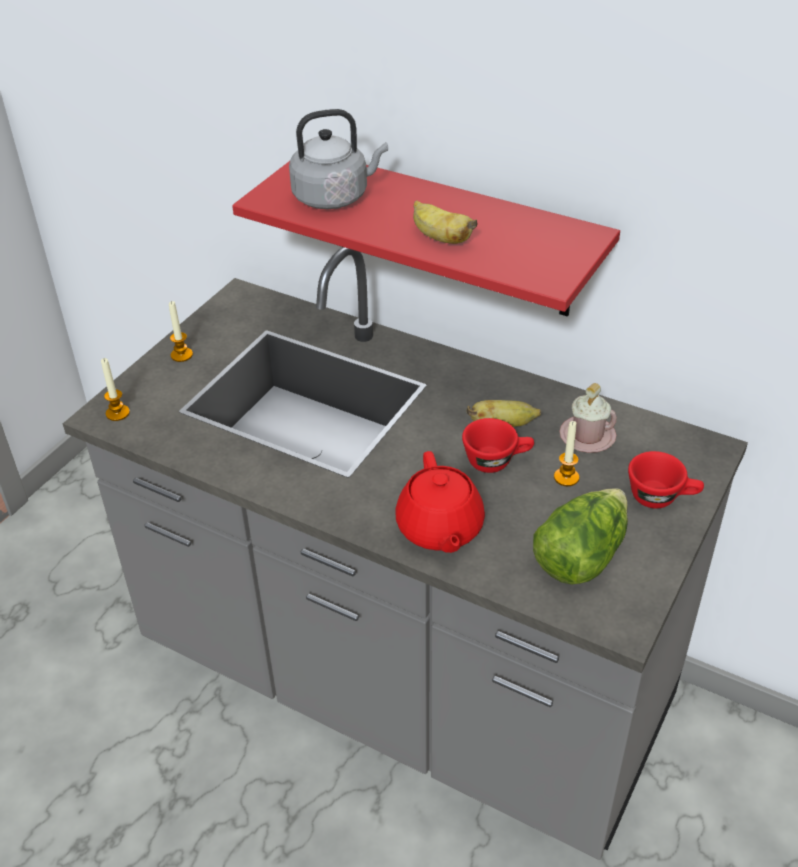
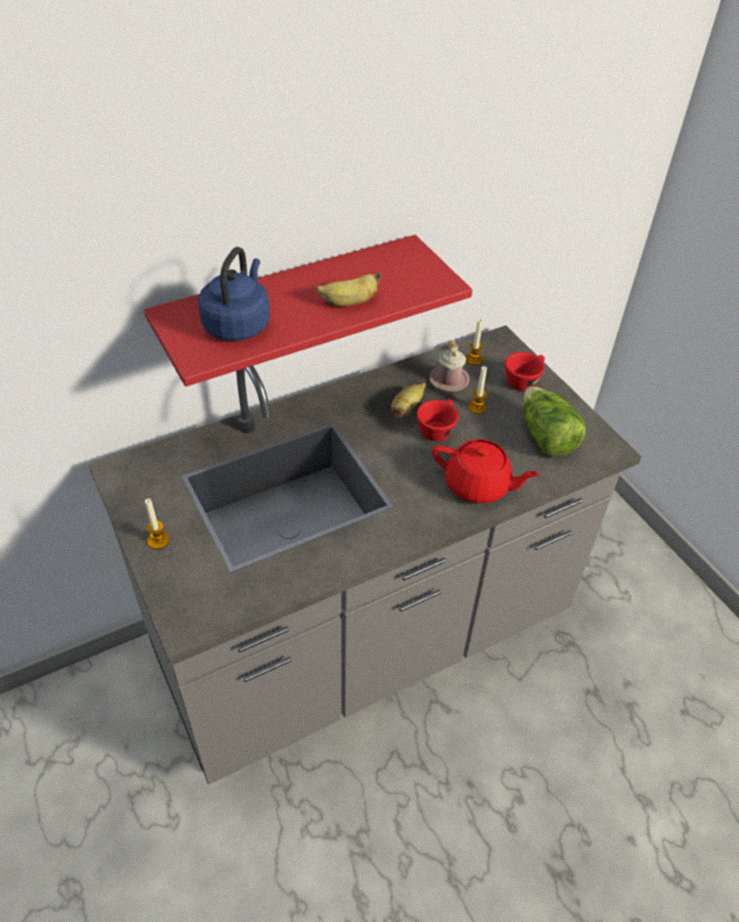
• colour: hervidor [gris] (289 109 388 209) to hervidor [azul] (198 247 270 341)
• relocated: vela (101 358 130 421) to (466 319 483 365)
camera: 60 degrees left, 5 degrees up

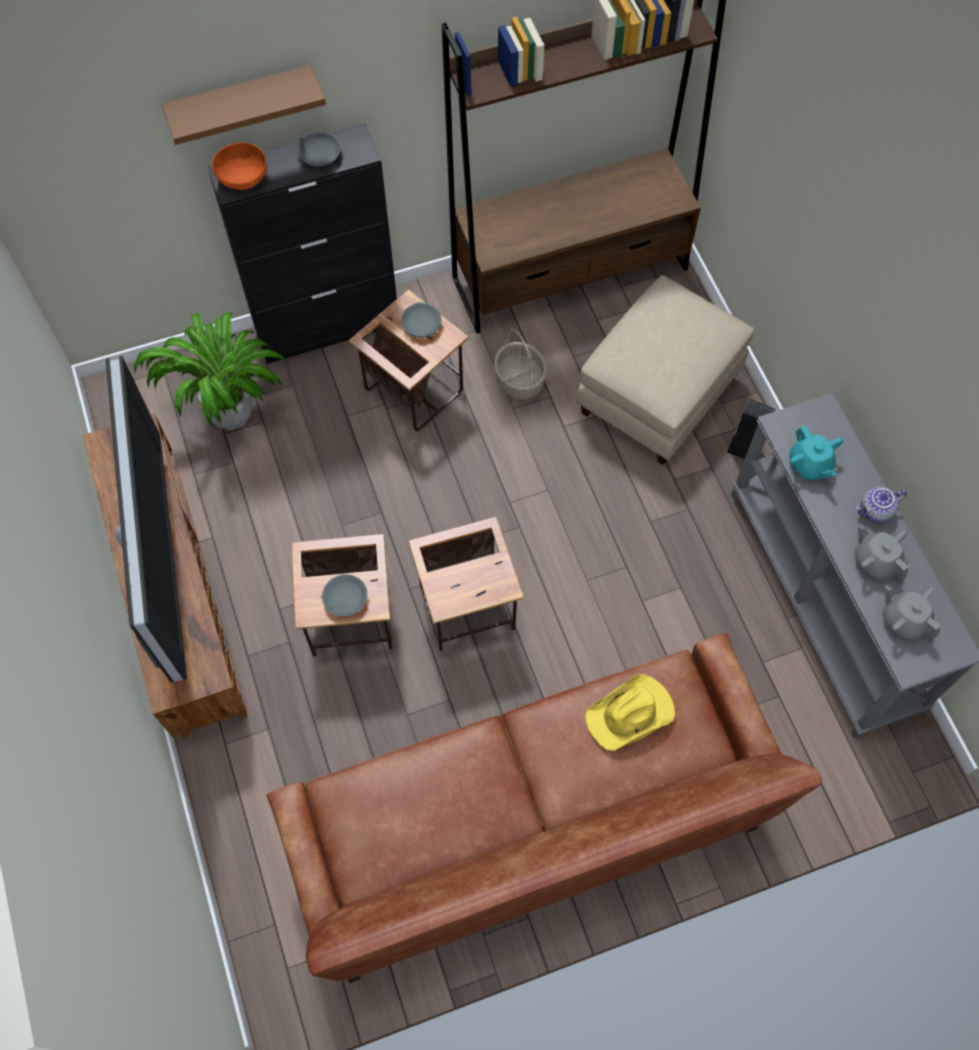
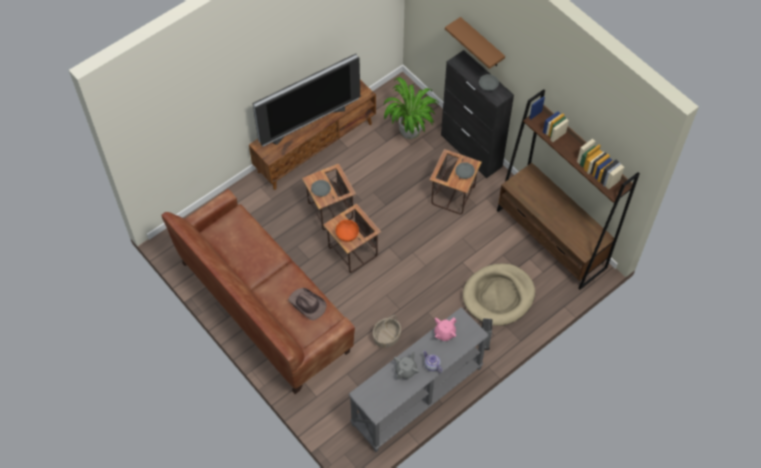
• colour: sombrero [amarillo] (585 674 675 751) to sombrero [marrón] (288 288 327 320)
• relocated: cuenco [naranja] (212 143 267 190) to (335 220 359 242)
• relocated: cesta (494 328 547 400) to (373 315 401 348)
• colour: tetera [turquesa] (789 426 843 480) to tetera [rosa] (434 317 456 341)
• exchanged: puf [beis] (576 275 754 465) to cama para perro [beis] (463 263 535 326)
• missing: tetera [gris] (883 585 941 640)
camera: 70 degrees right, 5 degrees down

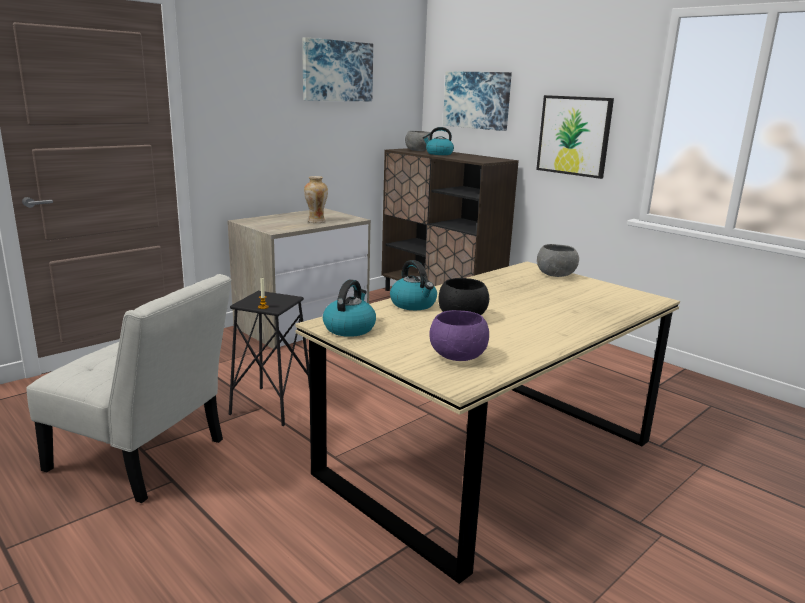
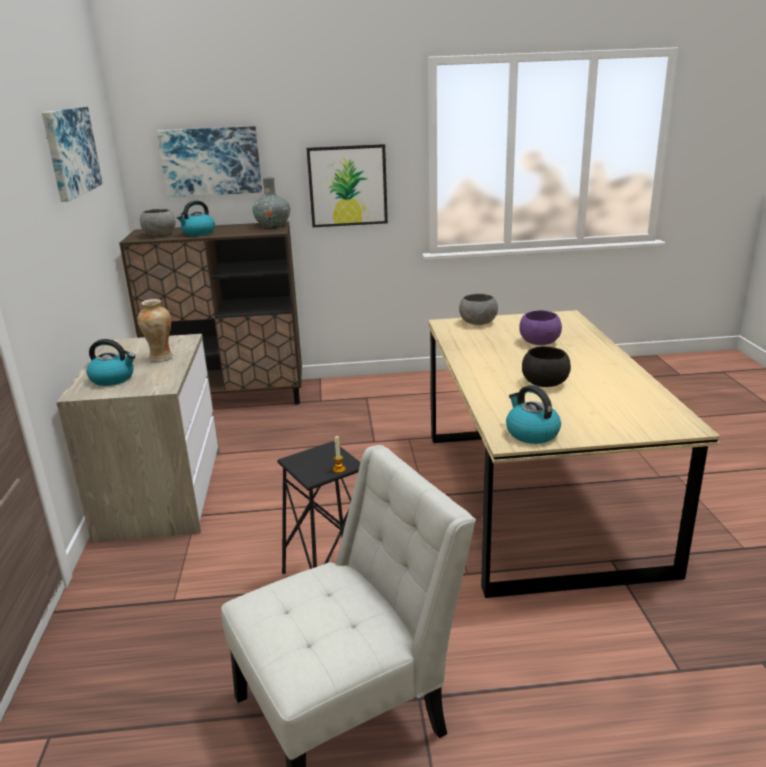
• relocated: hervidor (390 260 437 310) to (87 339 136 386)
• appeared: florero [gris] (252 177 290 228)
• relocated: cuenco [morado] (430 310 489 361) to (519 310 562 345)
camera: 50 degrees left, 5 degrees up

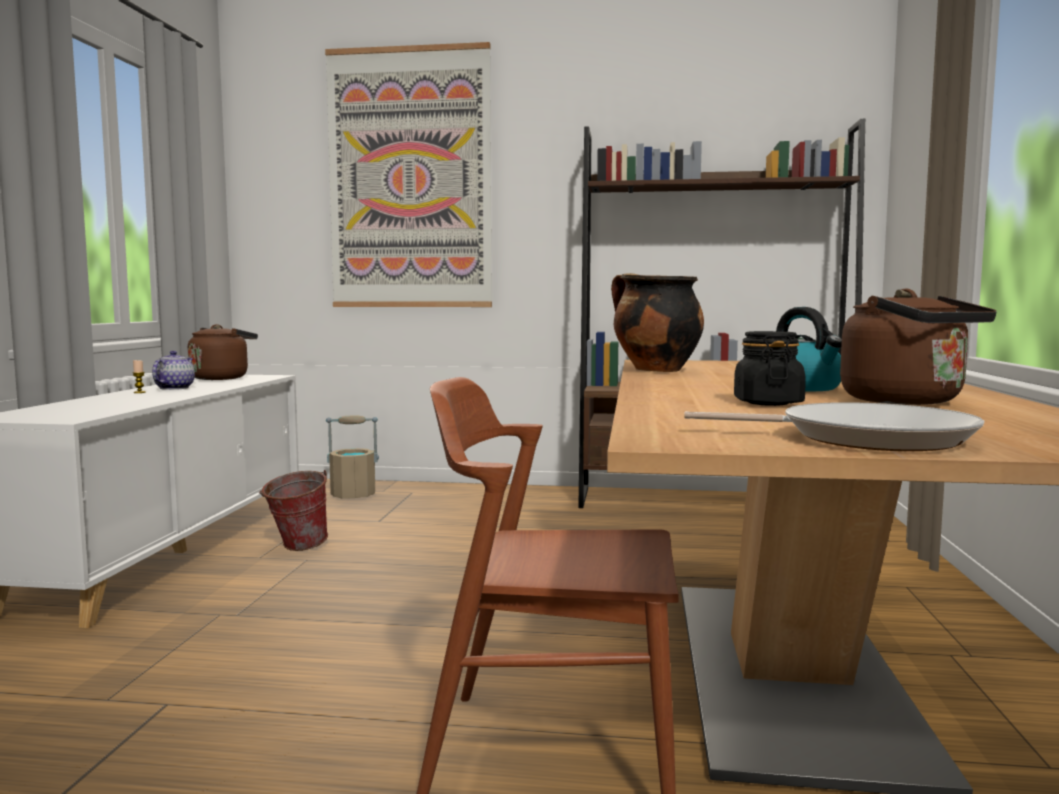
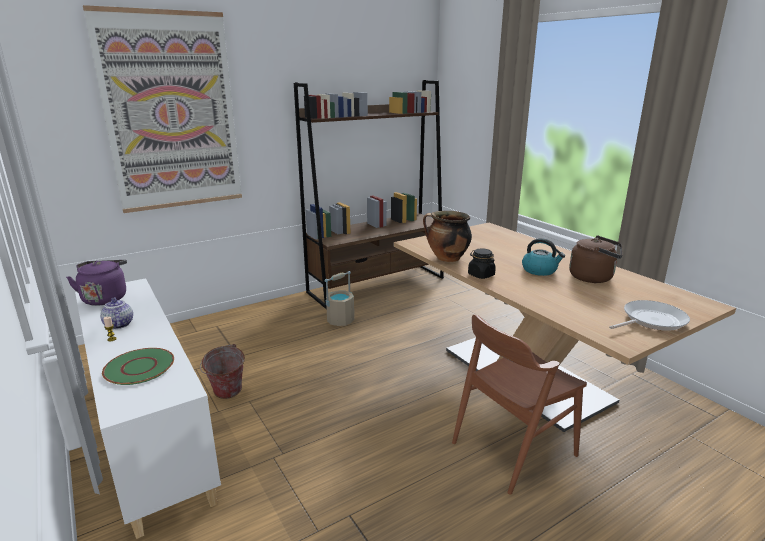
• colour: hervidor [marrón] (188 324 258 380) to hervidor [morado] (66 260 127 306)
• appeared: plato [verde] (102 348 174 385)
• relocated: cubo [beis] (326 416 379 499) to (325 271 354 326)
• relocated: tarro [negro] (734 331 806 406) to (468 248 496 279)
camera: 40 degrees left, 15 degrees up

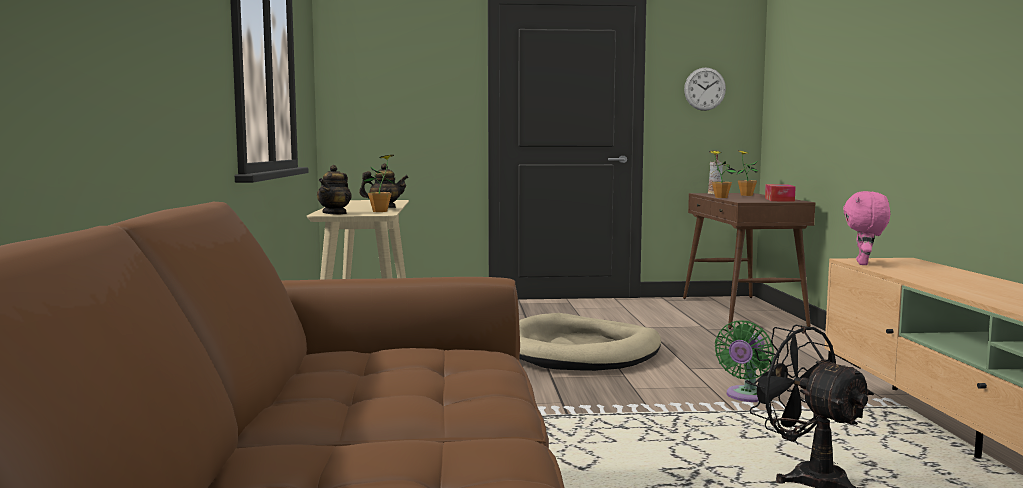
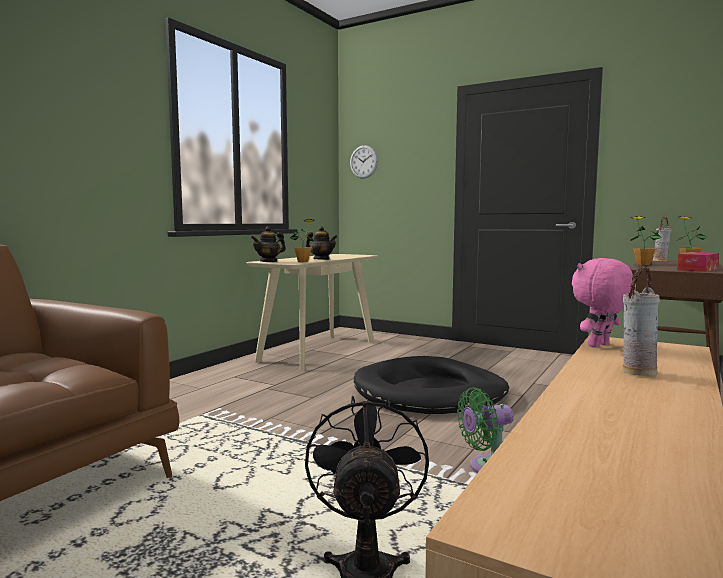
• relocated: reloj de pared (684 68 726 111) to (350 145 378 178)
• colour: cama para perro [beis] (519 313 661 371) to cama para perro [negro] (354 356 509 414)
• appeared: florero (622 266 660 376)
camera: 35 degrees right, 0 degrees up

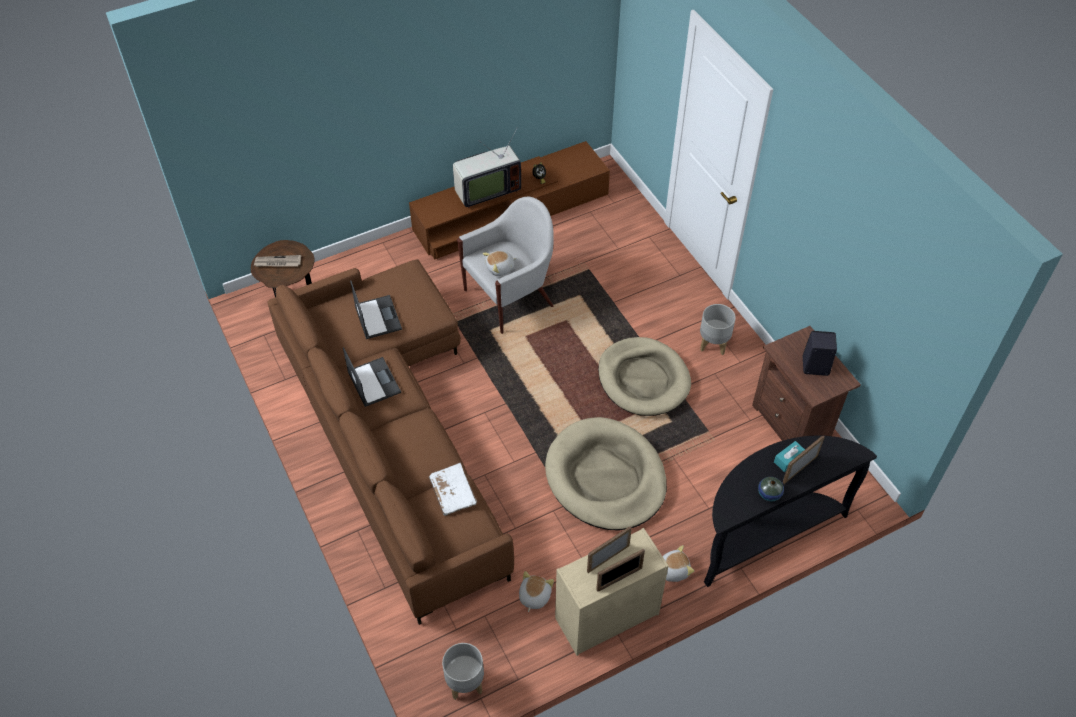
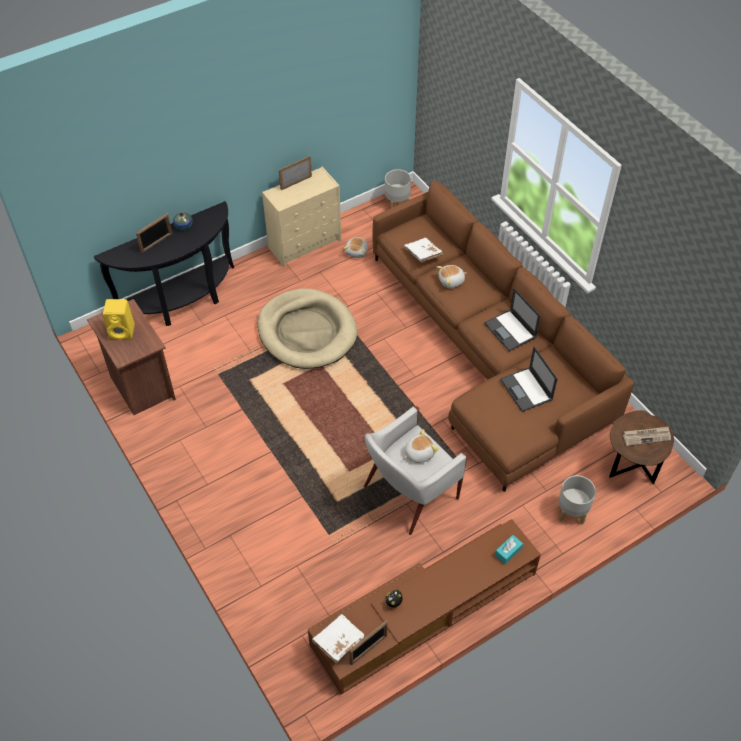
• colour: altavoz [negro] (803 331 837 376) to altavoz [amarillo] (103 299 135 340)
• appeared: libro [blanco] (312 614 365 664)
• relocated: portarretratos (587 526 632 573) to (349 620 388 665)
• relocated: peluche (663 545 694 582) to (437 265 466 288)
• relocated: caja de pañuelos [turquesa] (774 441 805 472) to (495 535 523 564)
• relocated: maceta [gris] (700 304 736 355) to (558 475 596 524)
• missing: televisor (453 127 521 208)
• missing: cama para perro [beis] (598 337 691 416)
camera: 175 degrees right, 0 degrees up

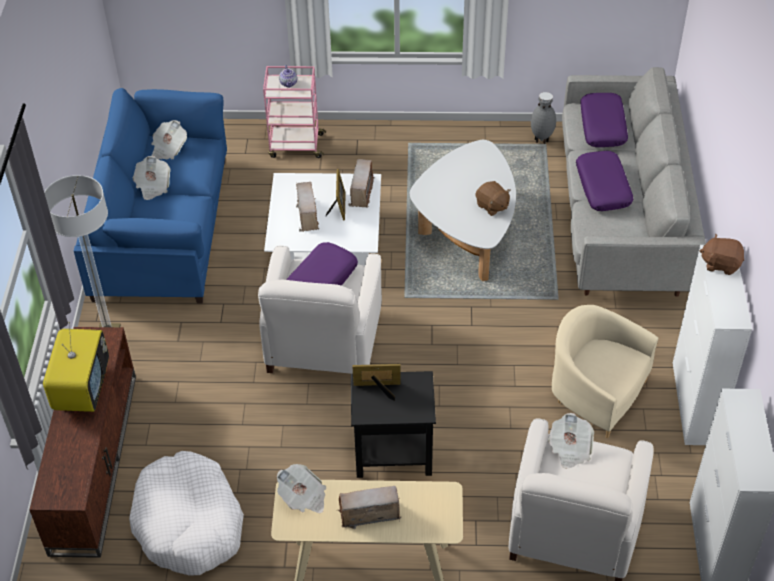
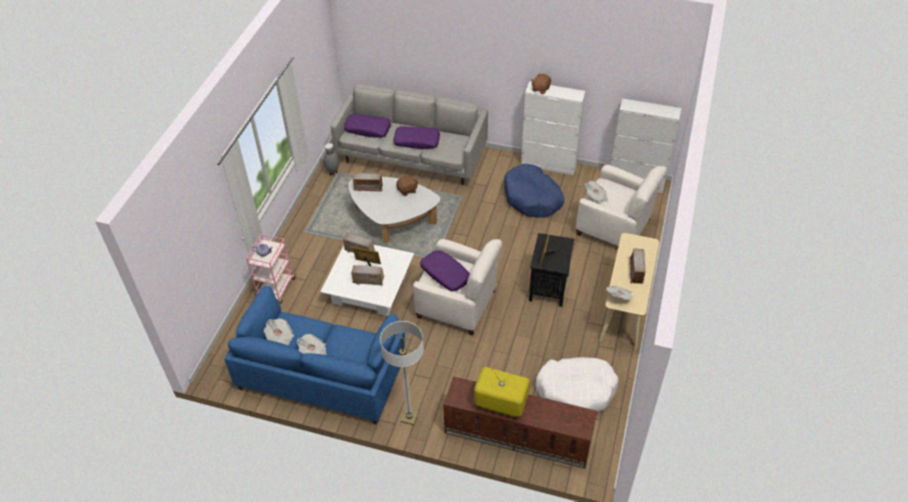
• appeared: radio (352 173 383 191)
• exchanged: sillón [beis] (552 305 658 438) to cama para perro [azul] (504 164 564 218)
camera: 75 degrees left, 0 degrees up

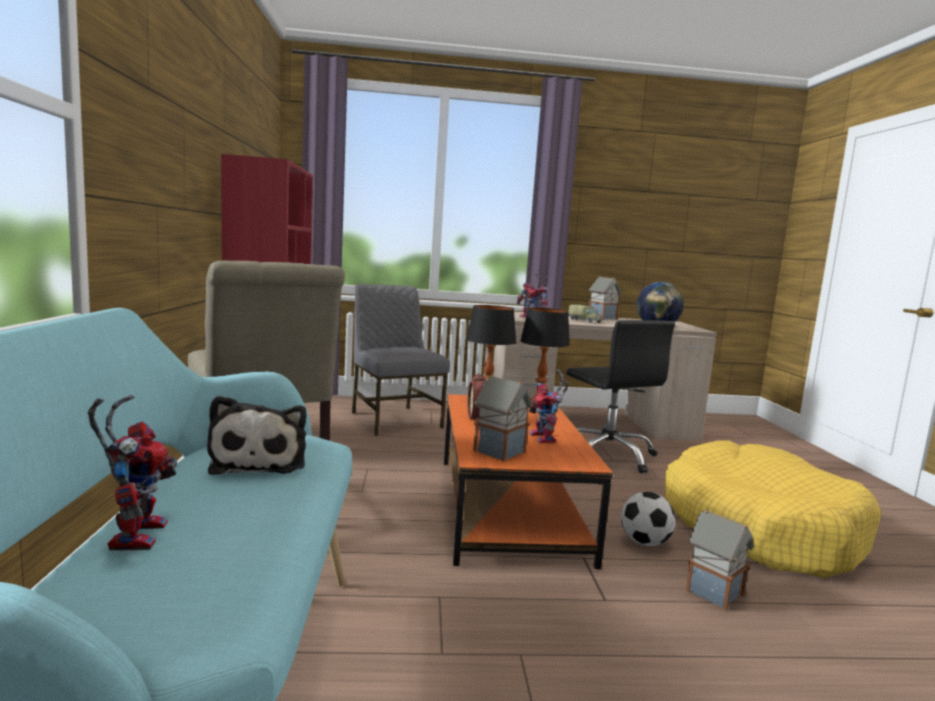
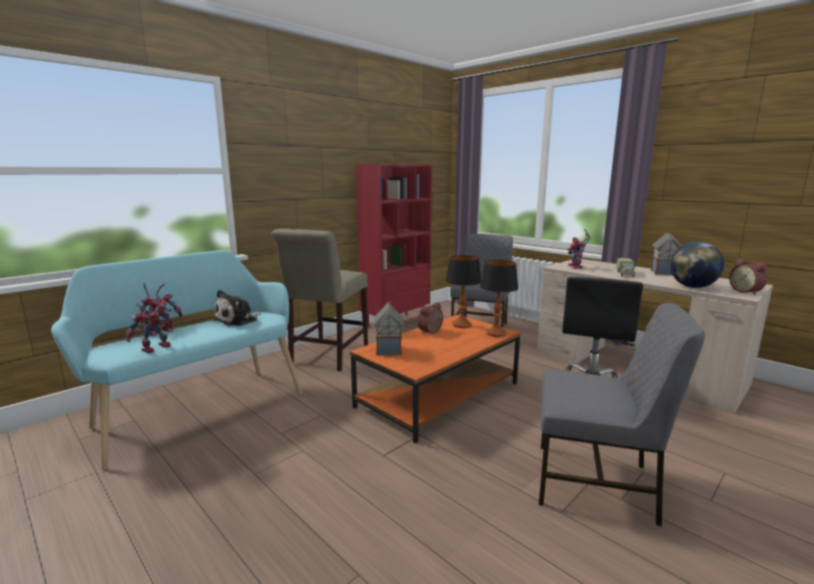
• relocated: robot de juguete (528 369 568 443) to (125 295 172 353)
• exchanged: cama para perro [amarillo] (665 440 882 578) to silla [gris] (539 303 705 526)
• appeared: despertador (729 259 768 295)
• missing: balón de fútbol (621 492 676 546)
• missing: casita (686 509 755 611)
camera: 50 degrees right, 5 degrees up

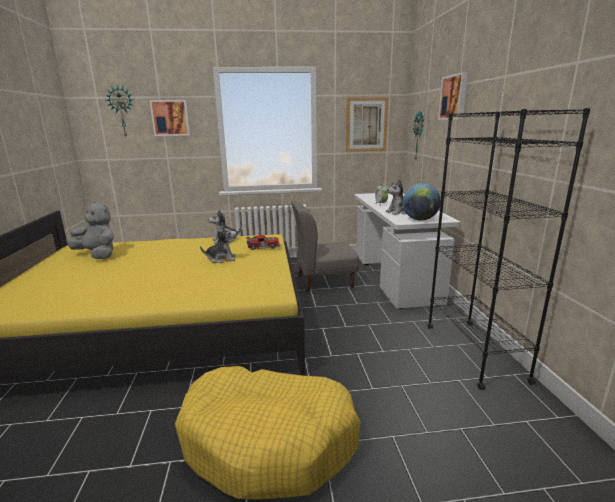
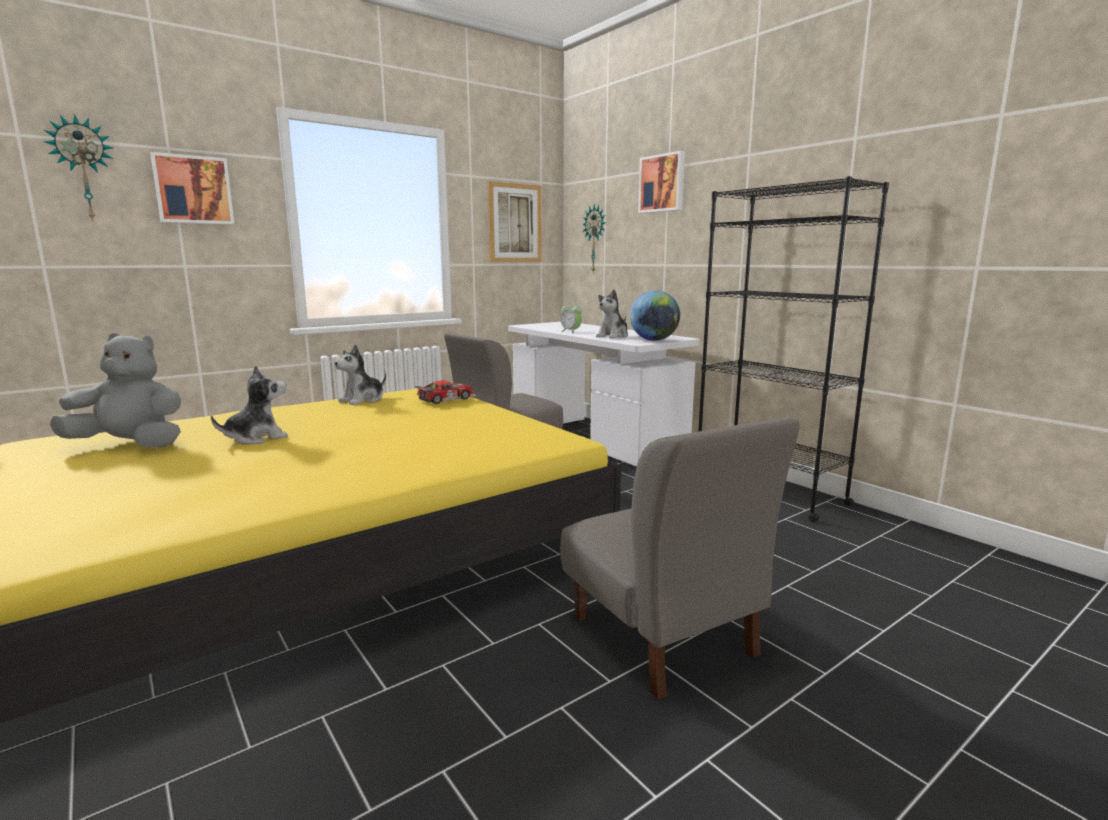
• relocated: peluche (200 222 237 263) to (211 365 288 445)
• exchanged: cama para perro [amarillo] (175 366 361 500) to silla [gris] (560 417 800 700)
camera: 30 degrees left, 5 degrees down

